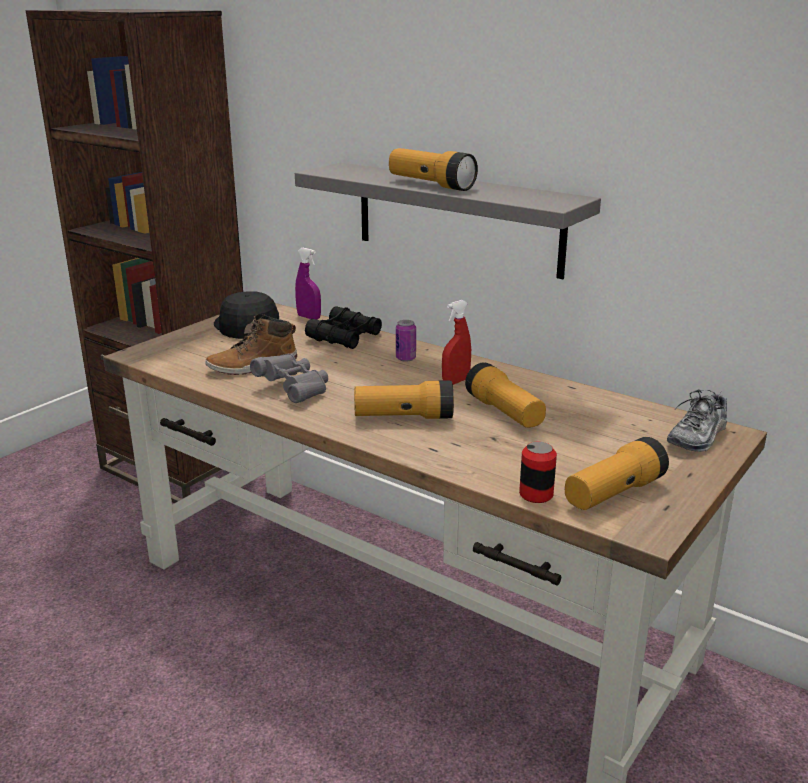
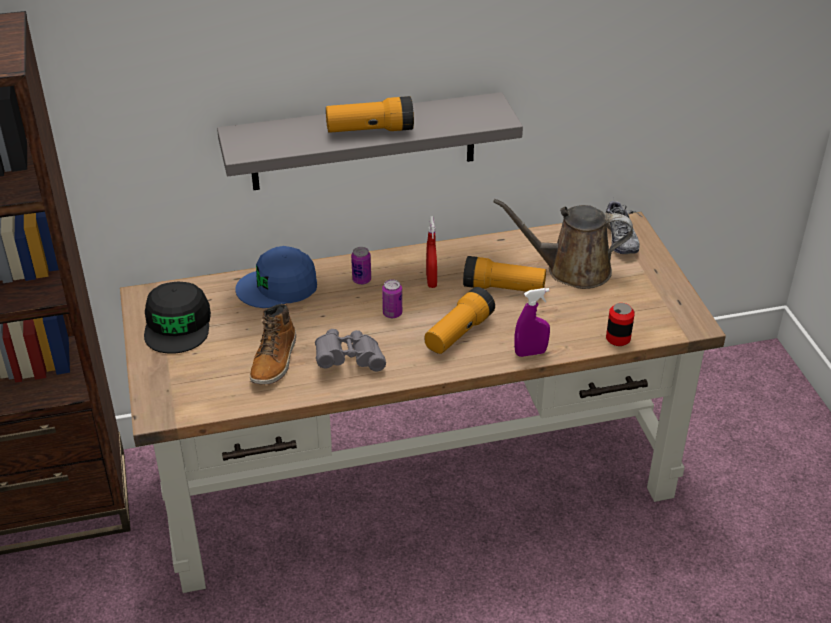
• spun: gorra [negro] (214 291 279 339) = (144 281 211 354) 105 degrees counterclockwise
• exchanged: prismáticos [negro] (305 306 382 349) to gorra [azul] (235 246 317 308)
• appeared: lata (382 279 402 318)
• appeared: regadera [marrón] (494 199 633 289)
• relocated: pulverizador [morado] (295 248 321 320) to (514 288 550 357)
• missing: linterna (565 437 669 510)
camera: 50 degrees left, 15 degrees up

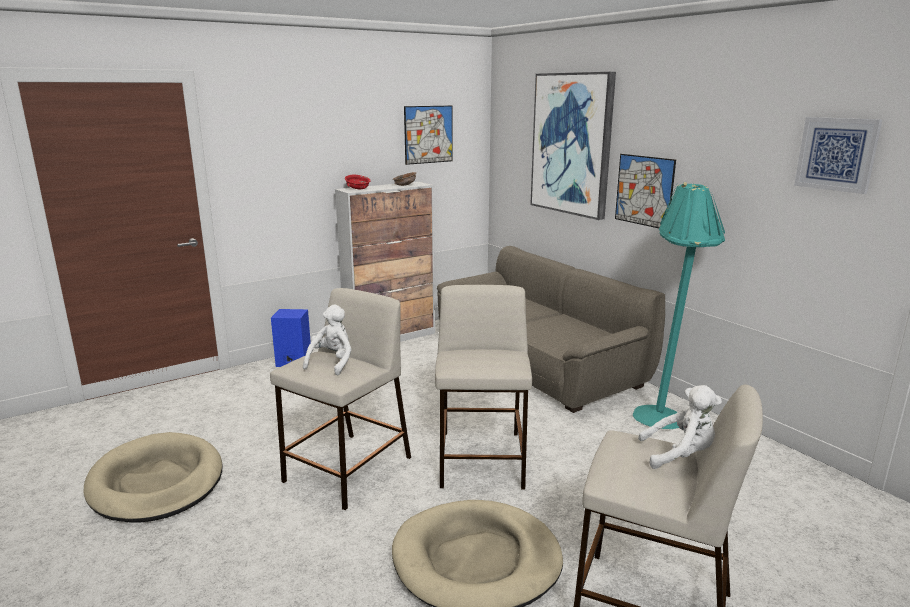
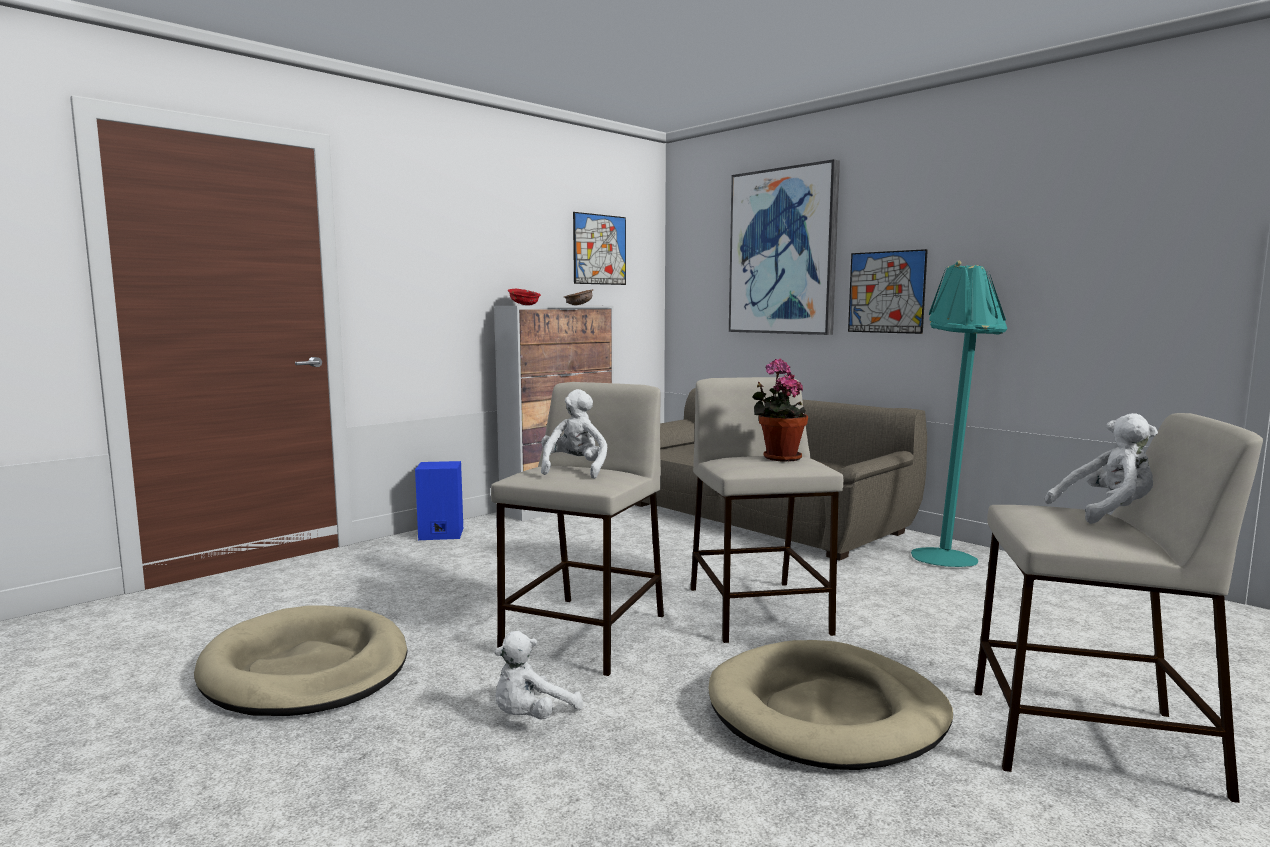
• appeared: peluche [blanco] (494 631 583 719)
• appeared: planta en maceta (752 359 808 462)
• missing: cuadro (794 117 882 194)
camera: 10 degrees left, 10 degrees down

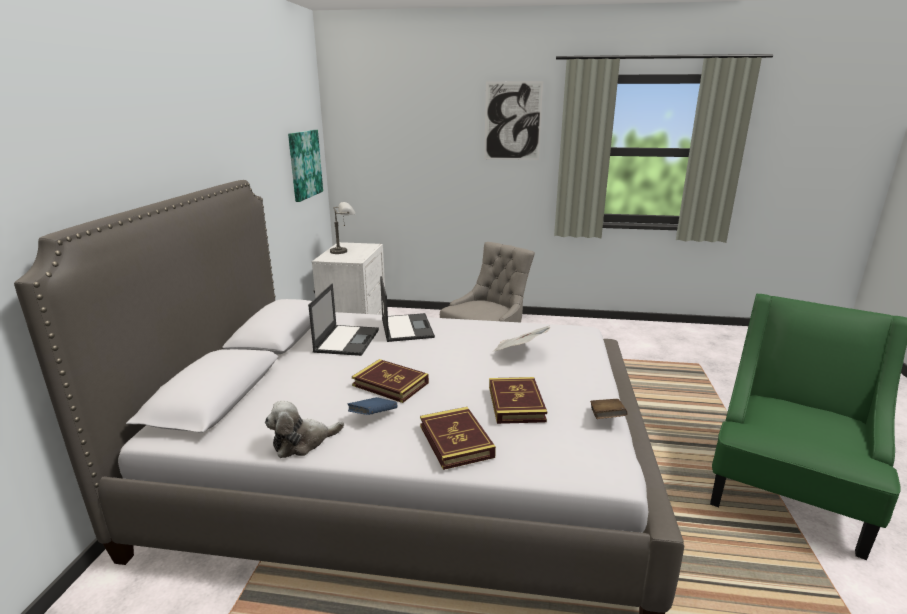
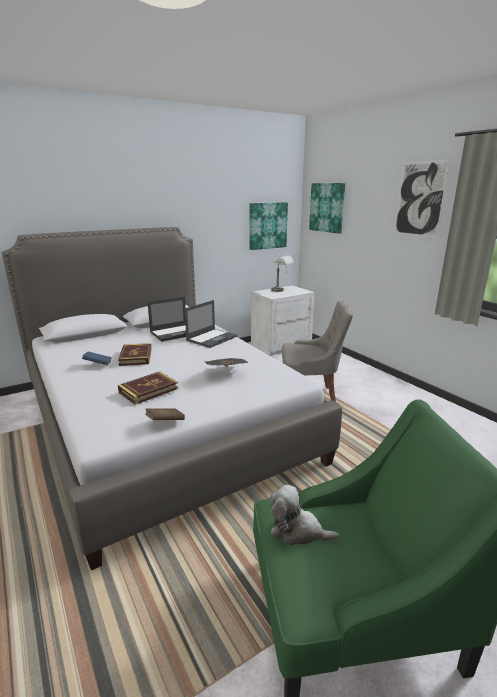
• relocated: peluche (265 401 344 458) to (269 485 340 546)
• appeared: cuadro (309 183 345 234)
• missing: libro (420 407 496 470)
camera: 50 degrees right, 0 degrees up

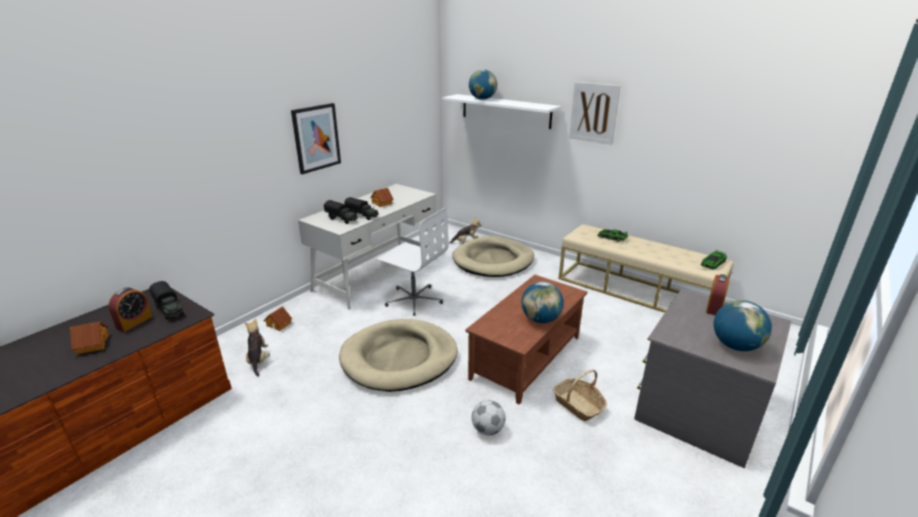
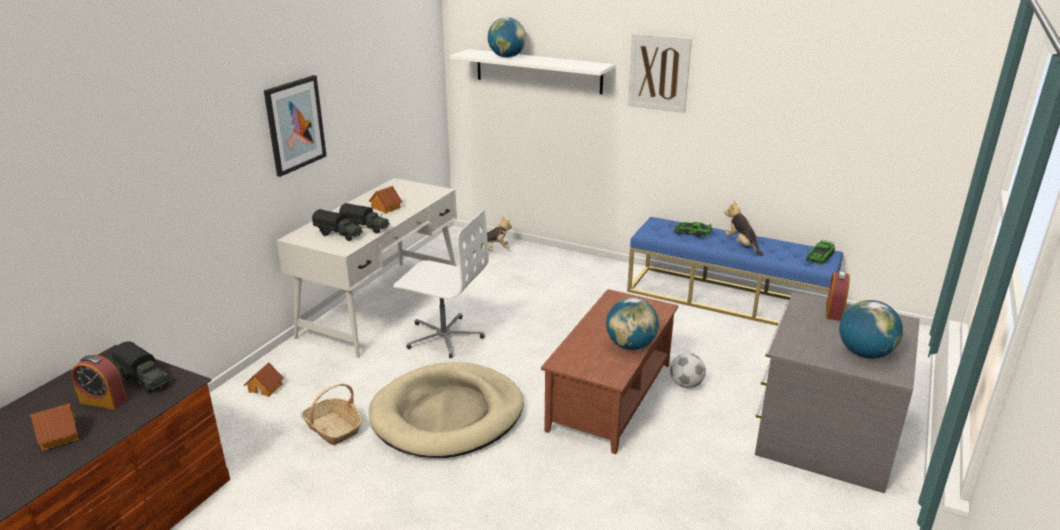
• spun: despertador (109 287 153 332) = (71 355 127 409) 90 degrees clockwise
• relocated: cesta (553 369 607 421) to (301 383 362 445)
• colour: banco [beis] (559 224 734 313) to banco [azul] (627 217 843 326)
• relocated: balón de fútbol (472 400 505 435) to (670 353 706 388)
• relocated: peluche (245 319 270 377) to (724 201 763 256)
• missing: cama para perro [beis] (452 236 534 277)
camera: 10 degrees left, 0 degrees up

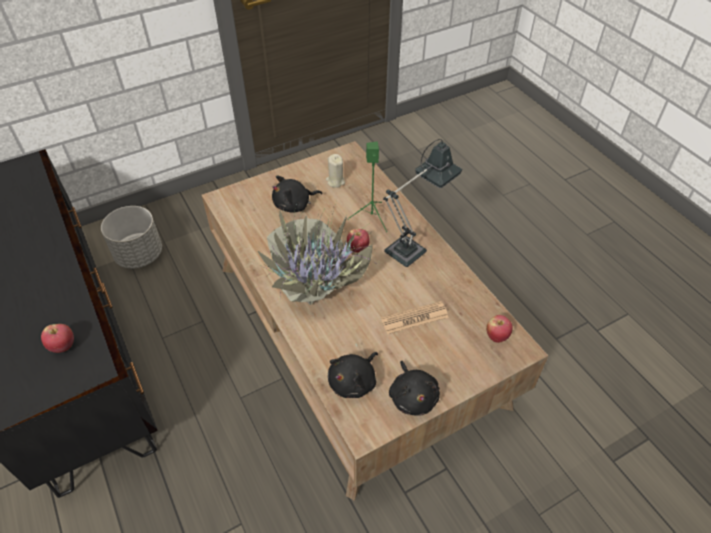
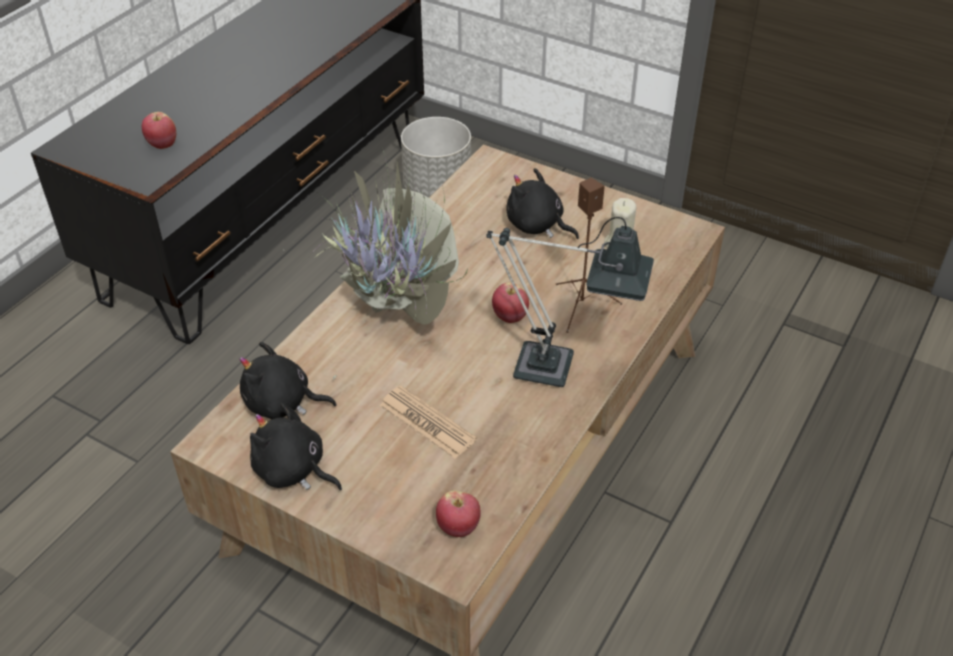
• spun: peluche [negro] (389 361 440 415) = (250 403 342 490) 75 degrees clockwise
• colour: altavoz [verde] (347 142 387 232) to altavoz [marrón] (556 178 622 333)
camera: 60 degrees right, 5 degrees down

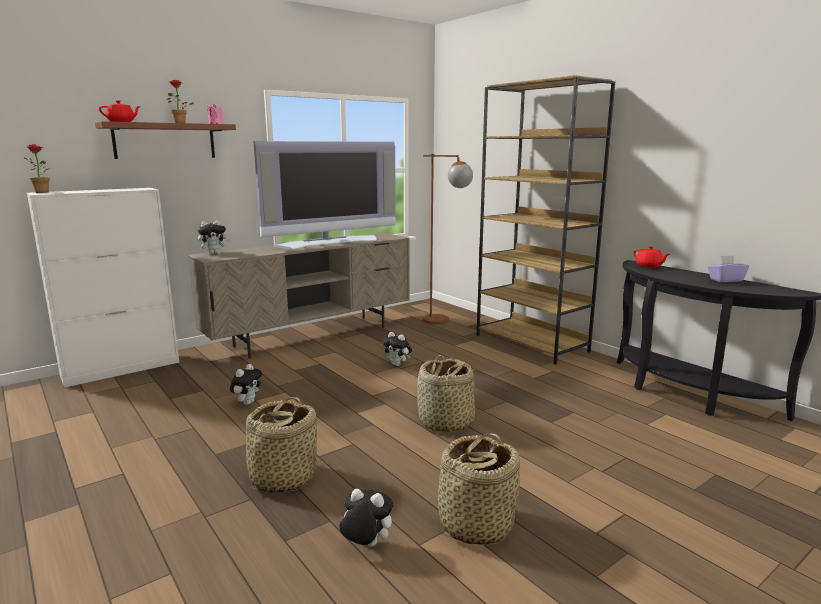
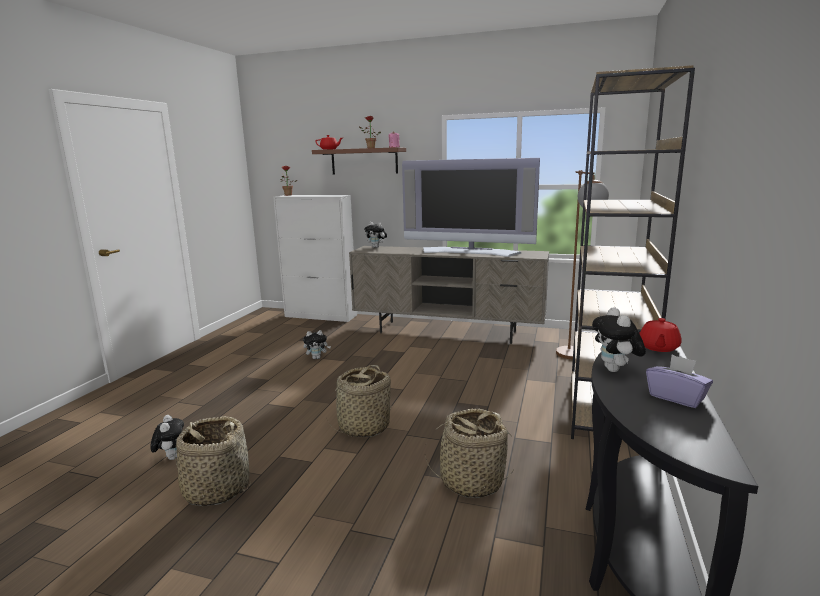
• relocated: cesta (234 397 317 493) to (425 409 513 498)
• relocated: peluche (382 332 412 366) to (592 307 646 372)
camera: 55 degrees right, 0 degrees up

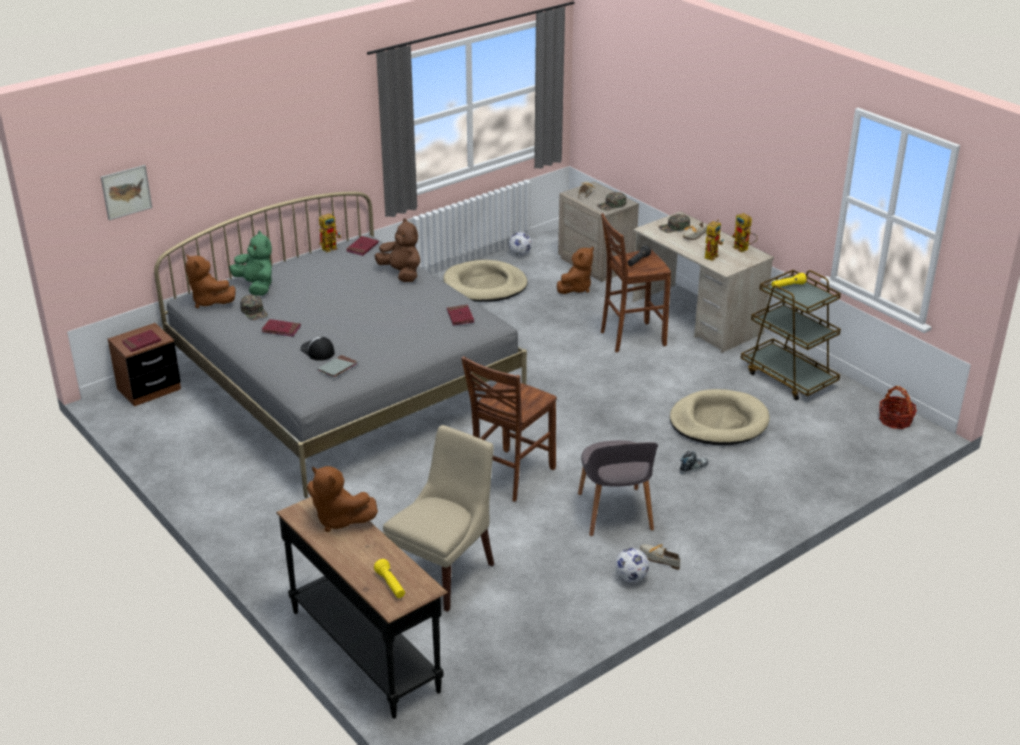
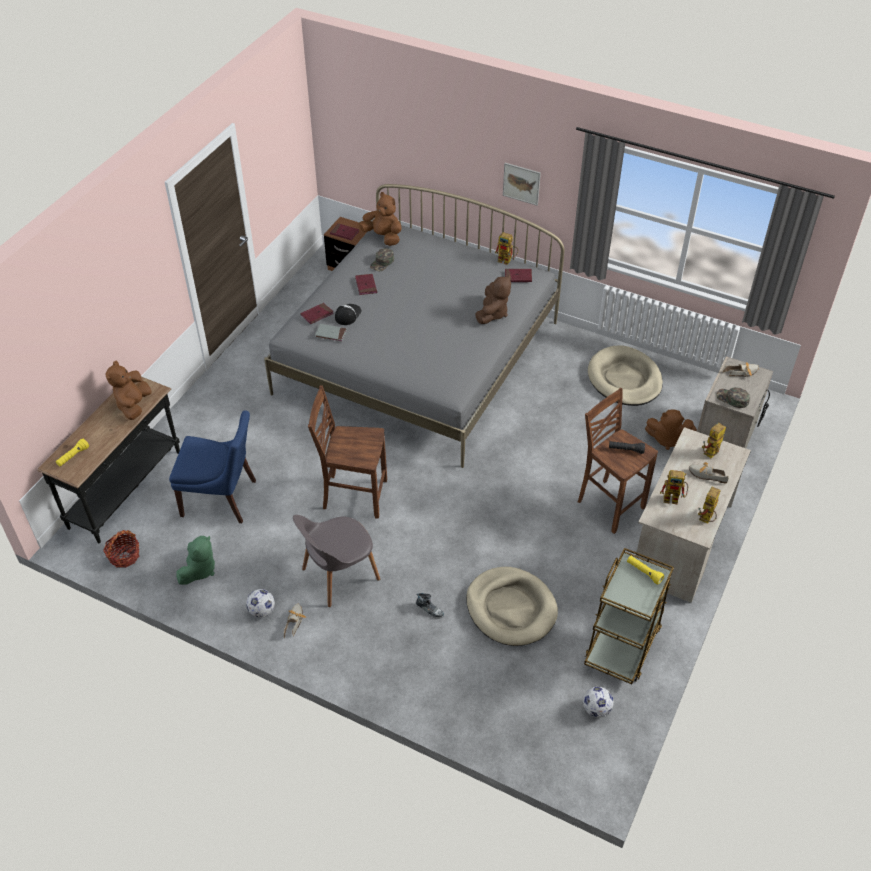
• relocated: cesta (879 386 917 429) to (103 530 139 568)
• colour: silla [beis] (383 425 494 612) to silla [azul] (169 410 256 523)
• relocated: peluche [verde] (229 231 272 296) to (176 536 215 585)
• relocated: libro [rojo] (447 305 474 325) to (301 303 334 324)
• spun: peluche [marrón] (185 255 236 308) = (359 192 402 246) 105 degrees clockwise
• relocated: cuadro (101 165 152 220) to (503 163 541 206)
• relocated: balón de fútbol (509 232 532 256) to (583 687 613 718)
• exchanged: gorra [verde] (658 214 690 233) to robot de juguete (702 422 726 458)
camera: 65 degrees right, 15 degrees up

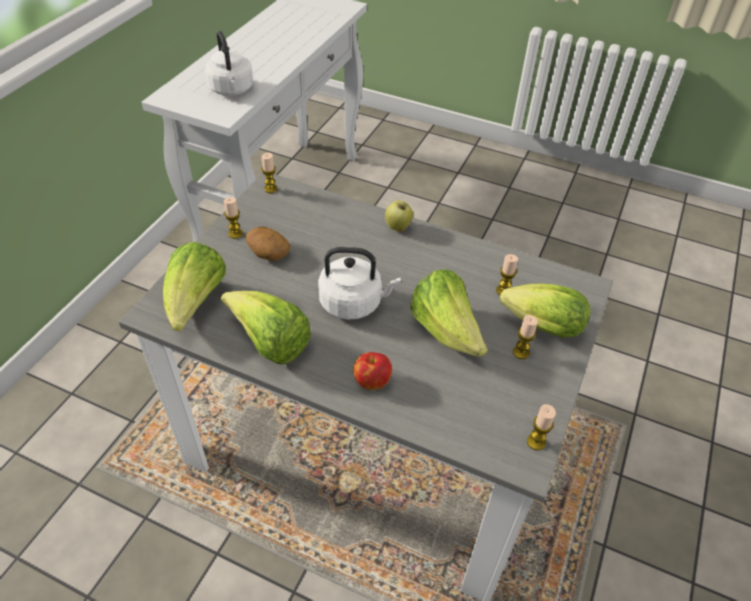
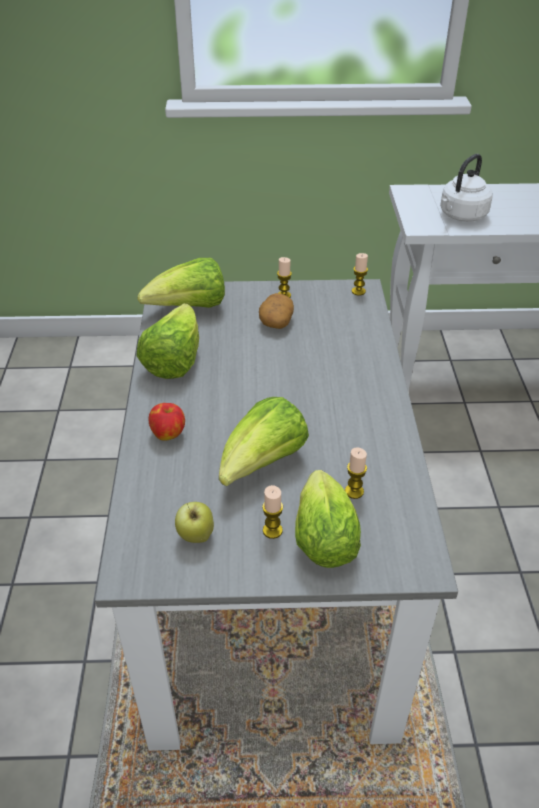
• relocated: manzana (385 201 413 231) to (175 502 214 543)
• missing: hervidor [blanco] (318 247 401 320)
• missing: vela (527 404 556 450)
camera: 65 degrees right, 5 degrees down

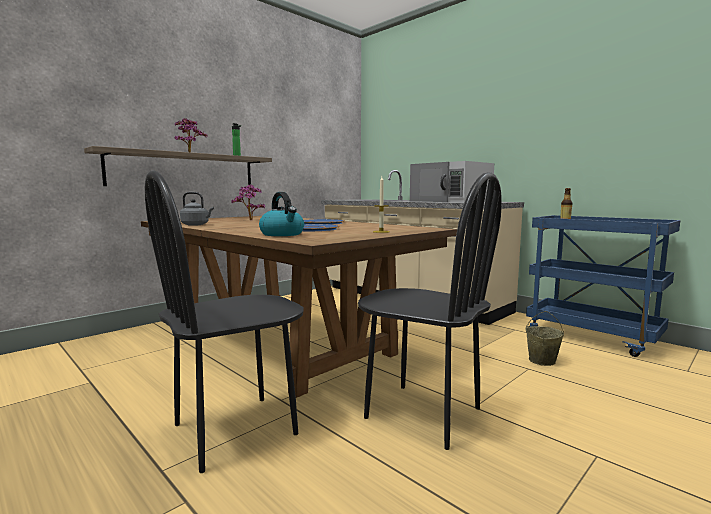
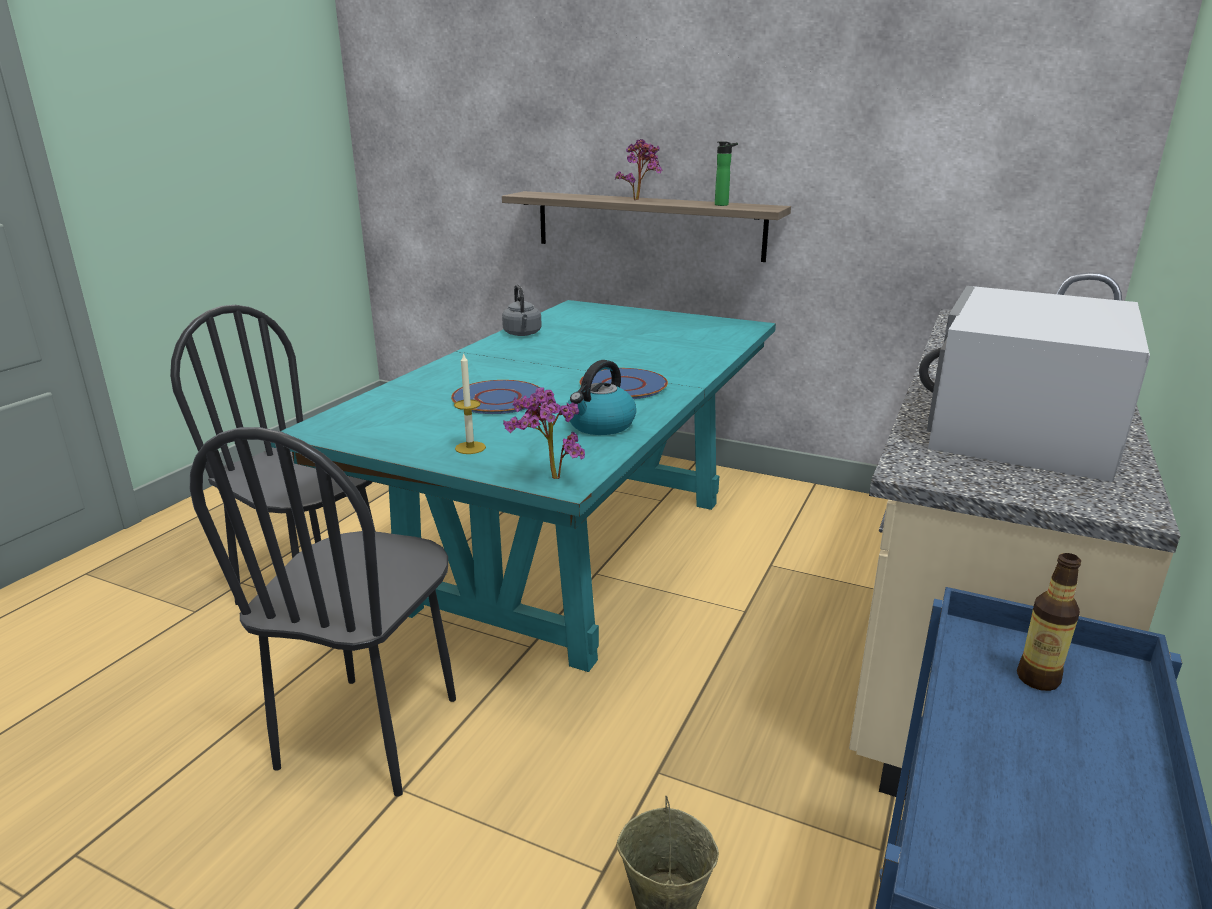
• colour: mesa de comedor [marrón] (141 216 457 398) to mesa de comedor [turquesa] (271 300 776 672)
• relocated: planta en maceta (231 185 265 220) to (503 387 585 479)
• relocated: hervidor (259 192 304 236) to (568 360 636 435)
camera: 70 degrees right, 15 degrees up

